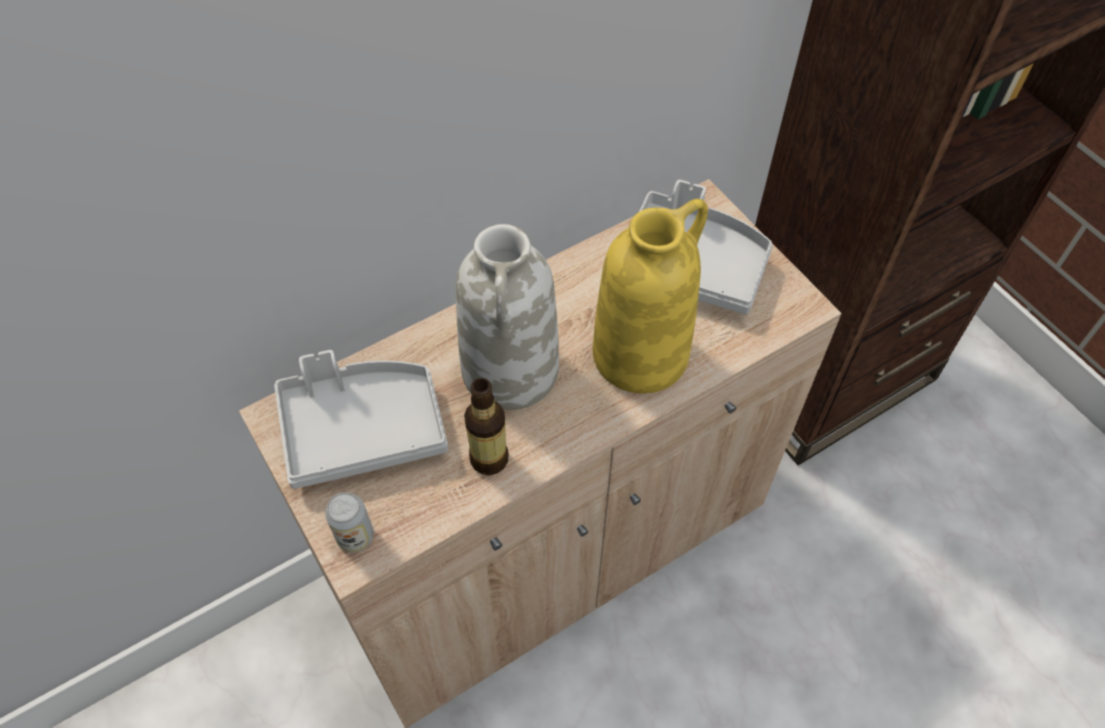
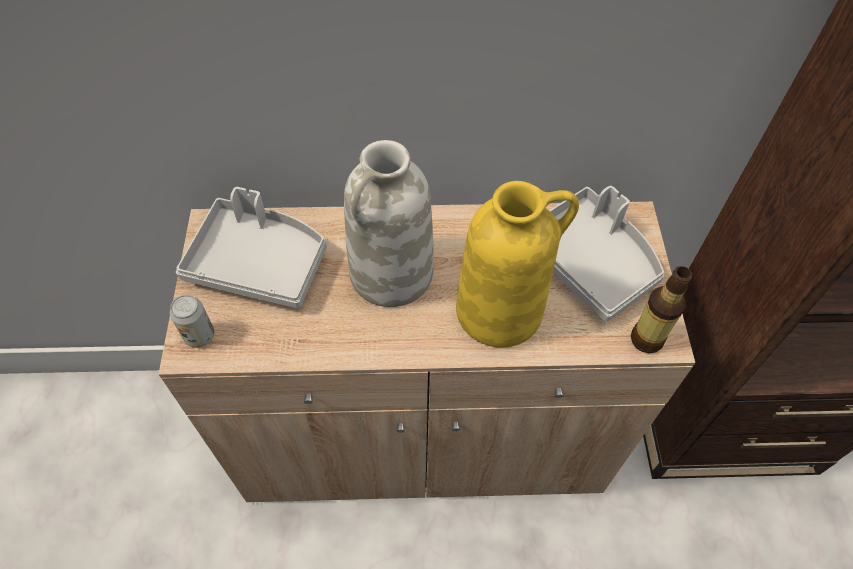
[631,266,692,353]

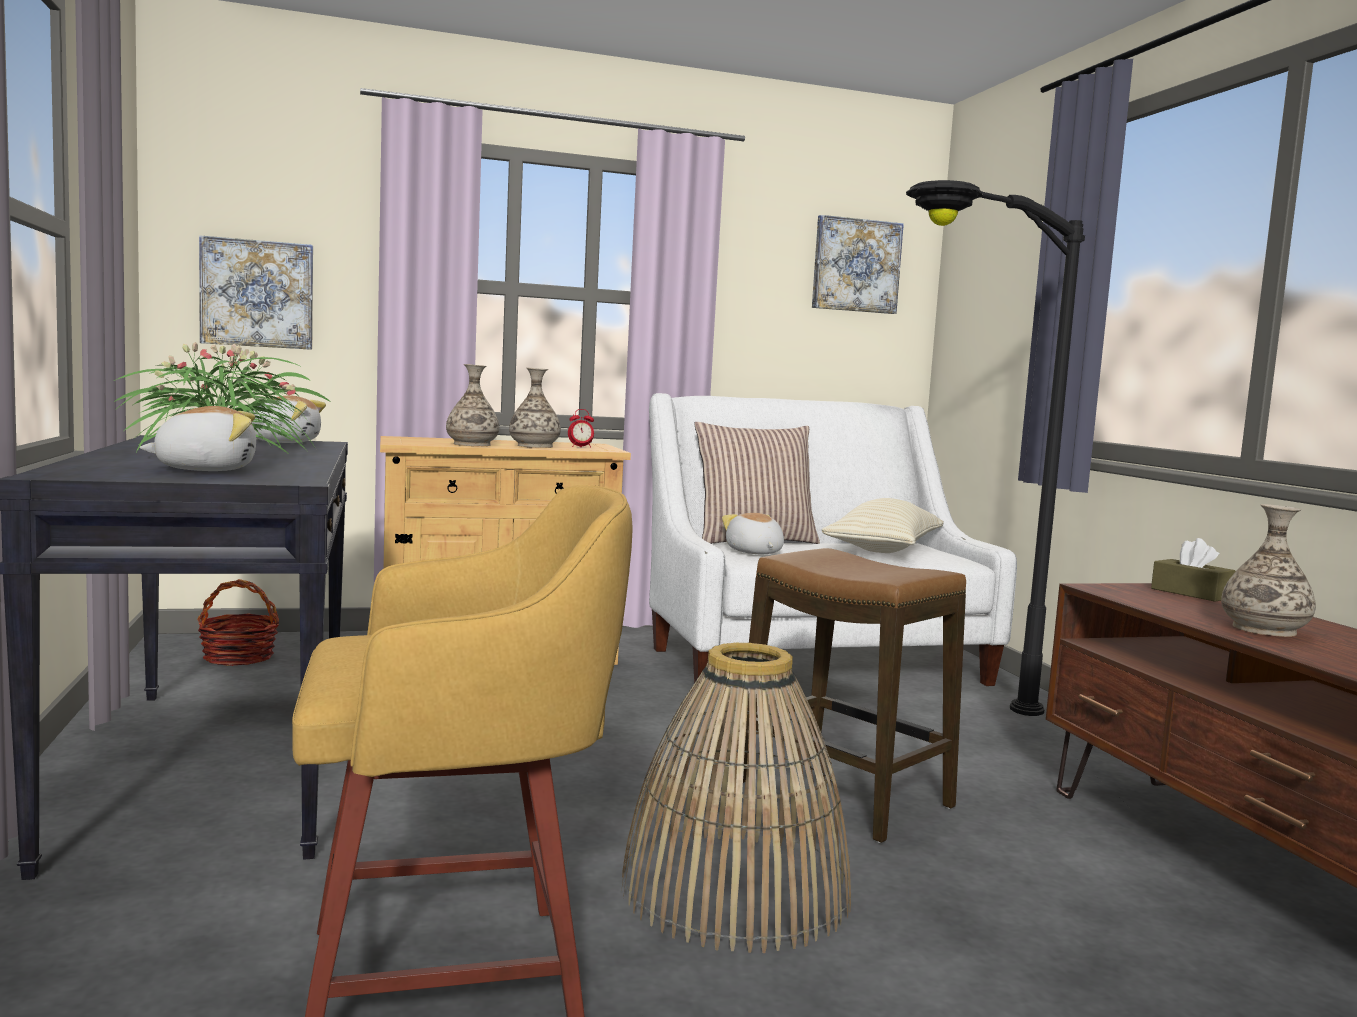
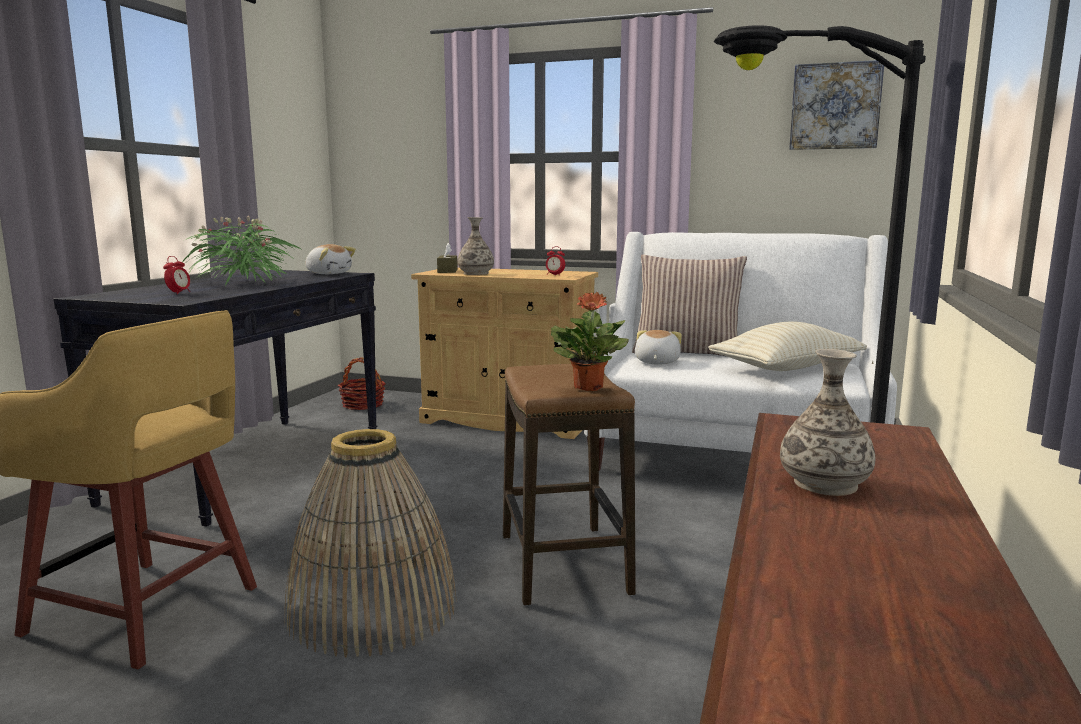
[163,256,190,294]
[199,235,313,350] (first image)
[509,368,561,448] (first image)
[437,243,458,273]
[551,292,629,391]

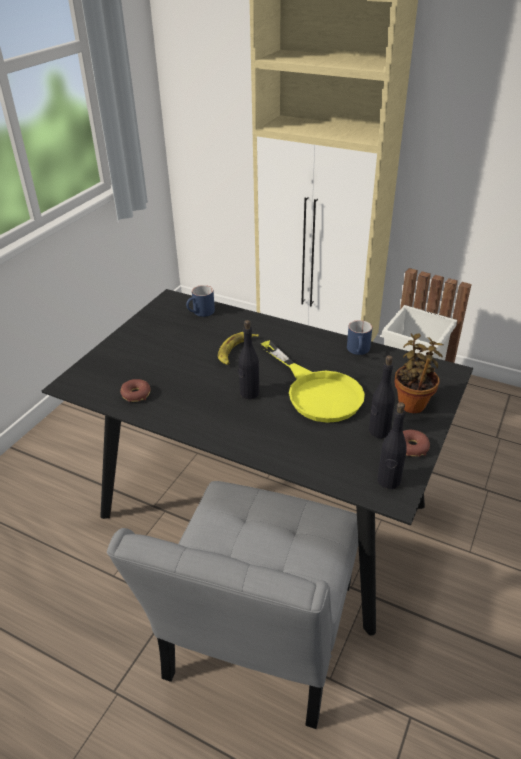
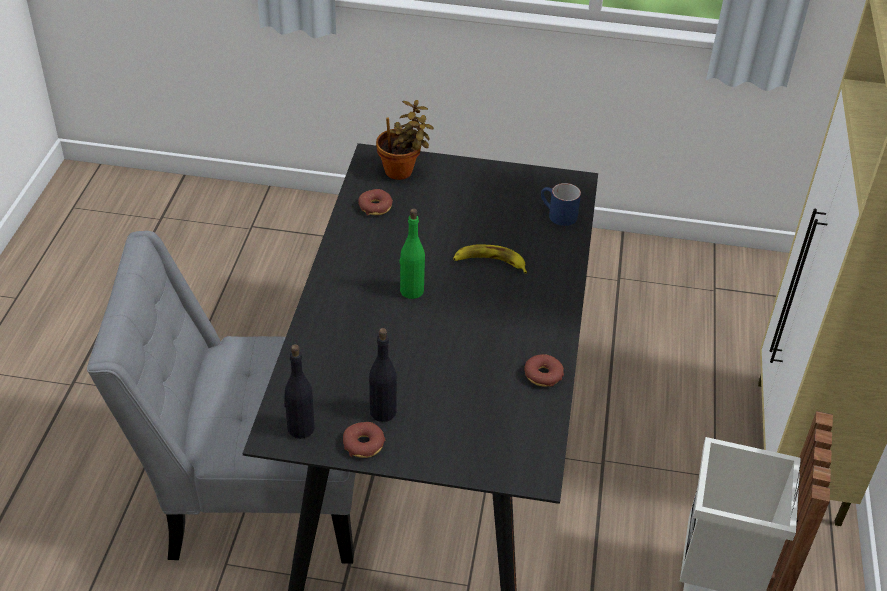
[399,209,425,299]
[261,340,365,423] (first image)
[524,354,564,387]
[376,100,434,180]

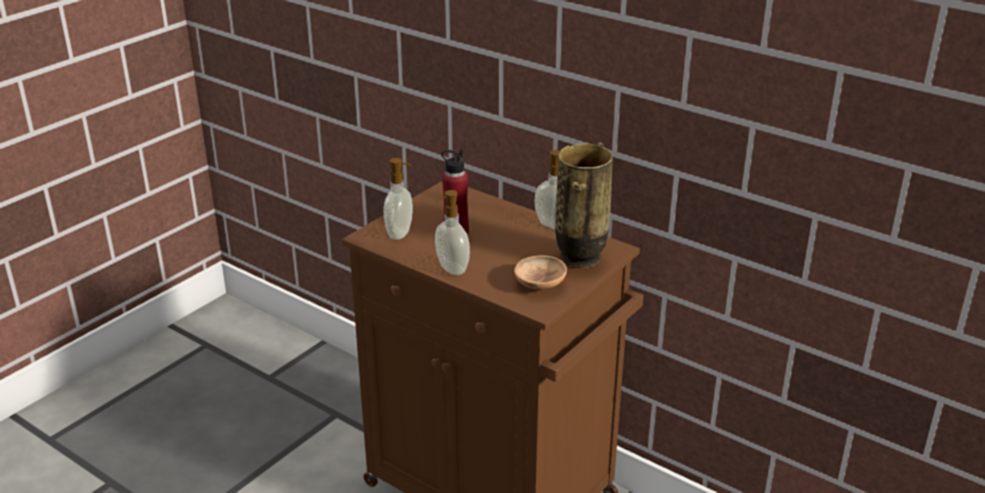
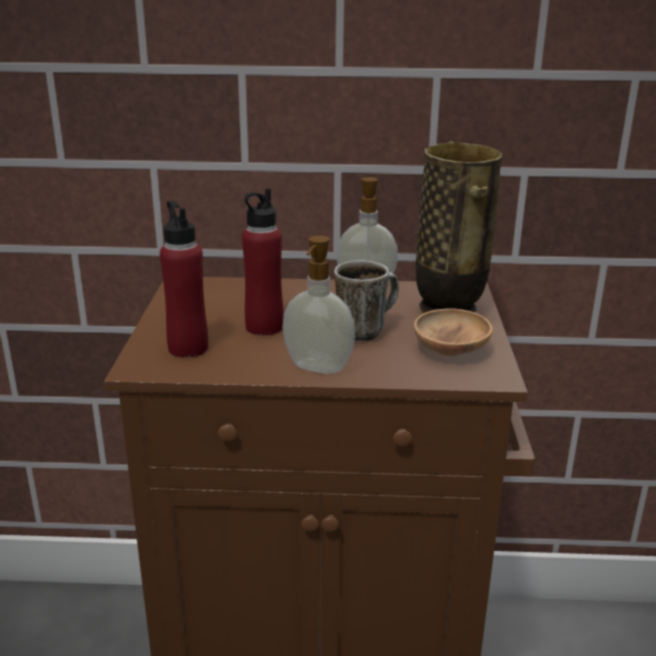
[160,200,208,358]
[334,260,399,341]

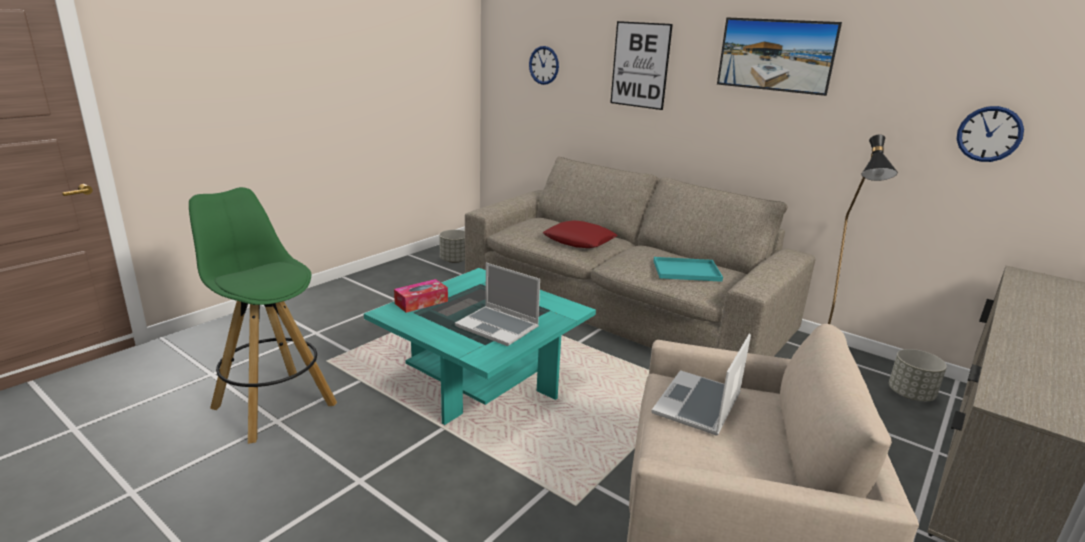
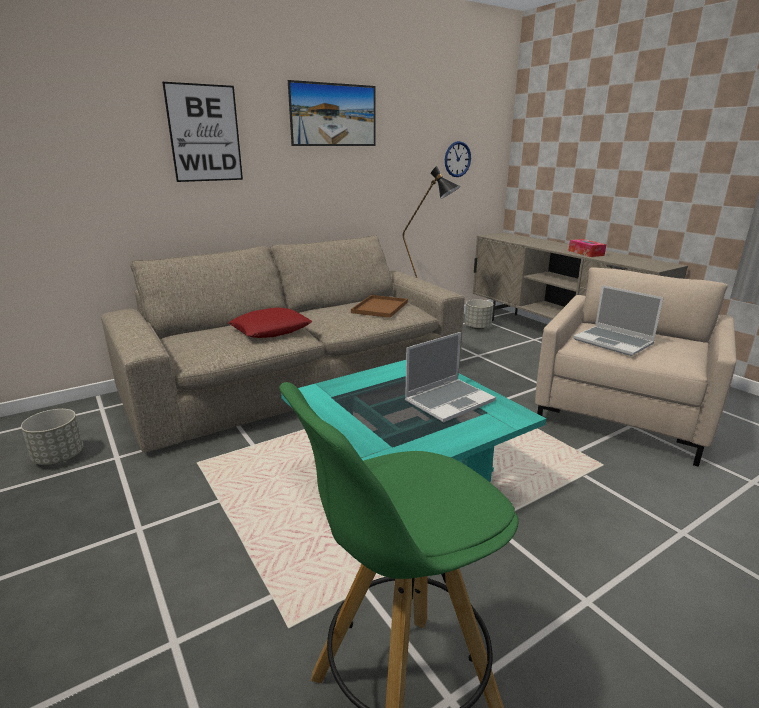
[568,239,606,257]
[529,46,559,85] (first image)
[351,295,408,318]

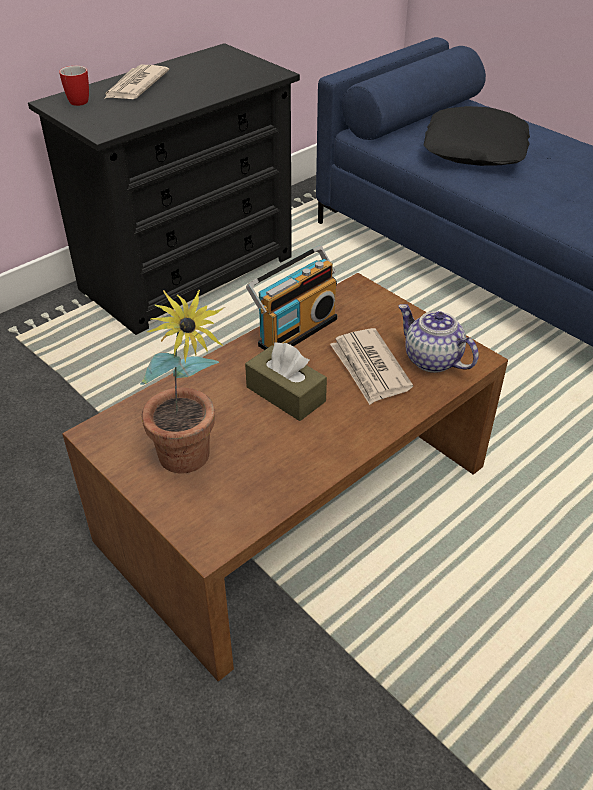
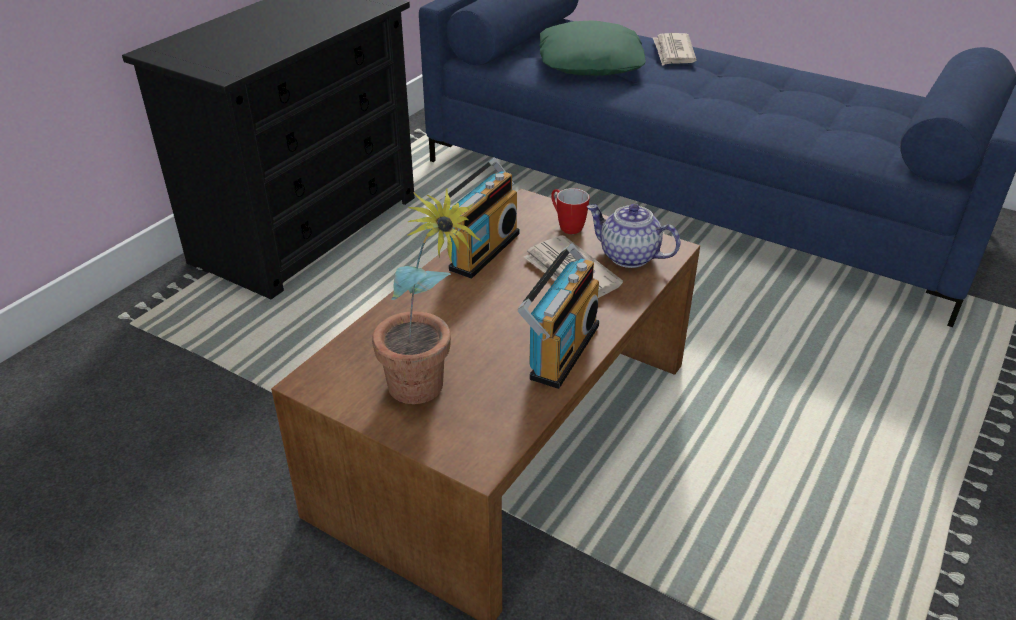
[551,188,590,234]
[653,33,696,66]
[245,343,327,421] (first image)
[539,20,646,76]
[518,243,599,389]

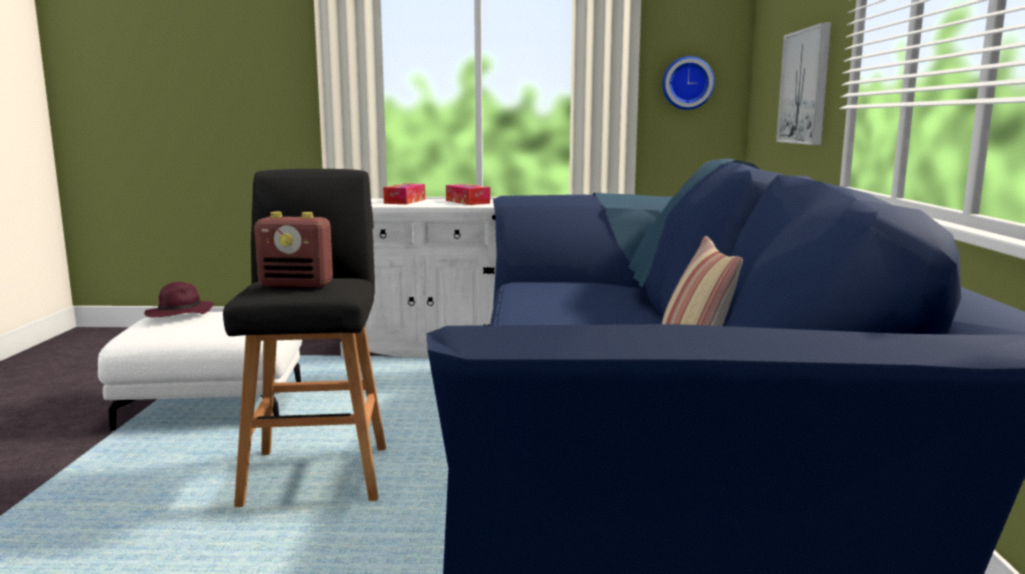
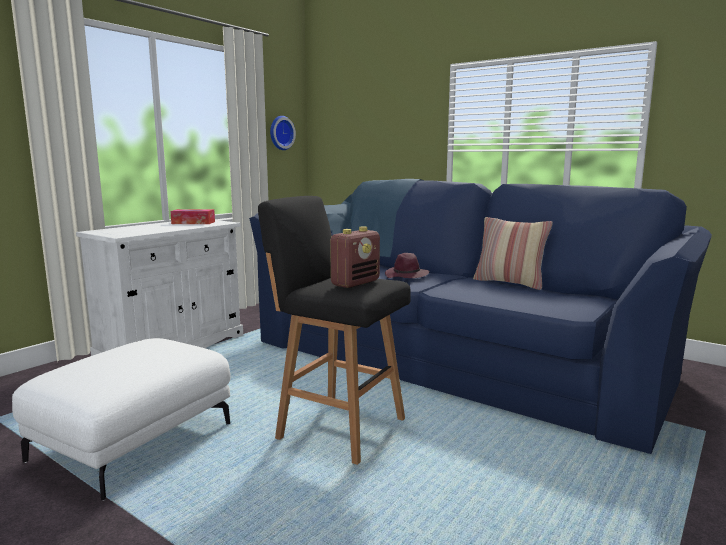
[385,253,429,278]
[383,184,425,204] (first image)
[776,23,831,145] (first image)

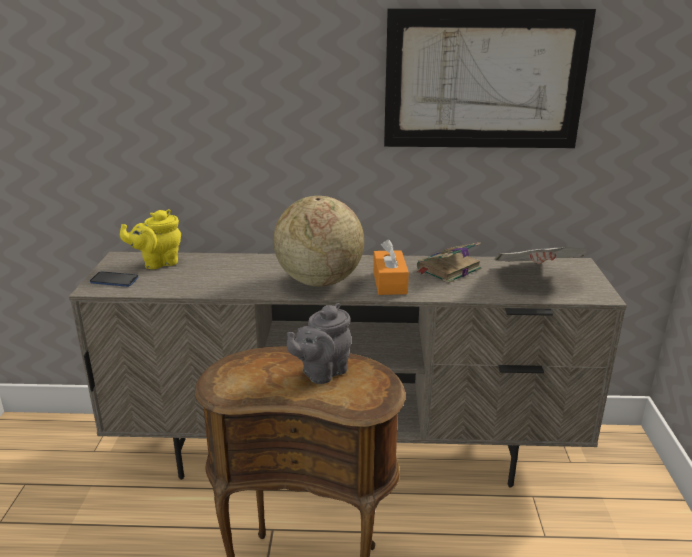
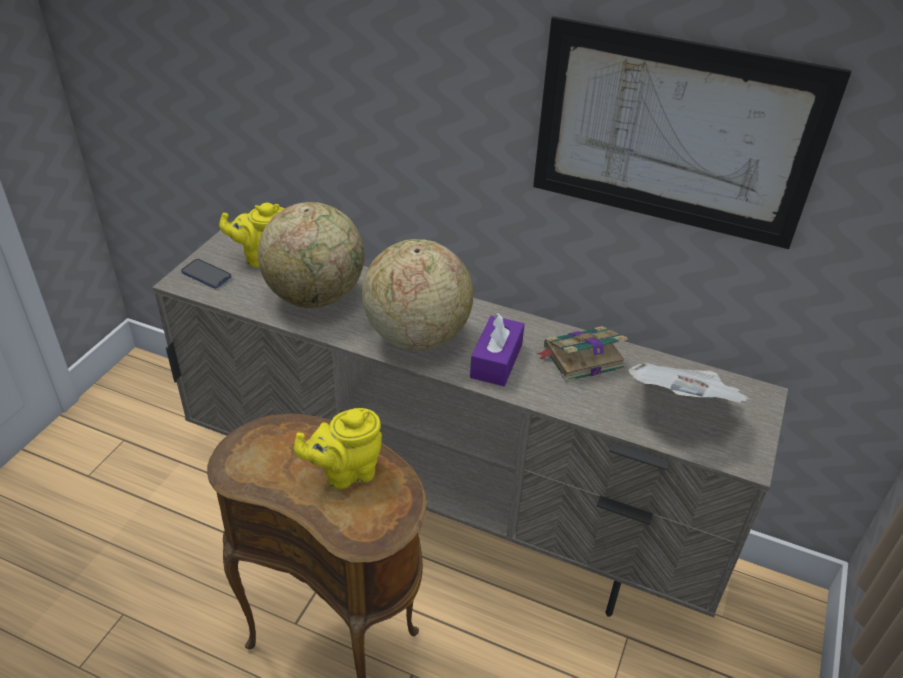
[294,408,382,489]
[470,313,524,386]
[258,202,365,308]

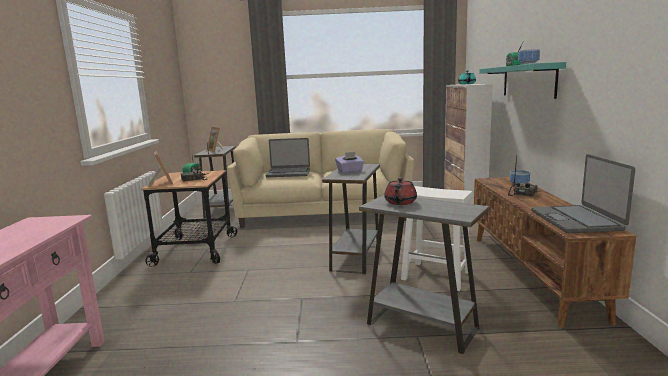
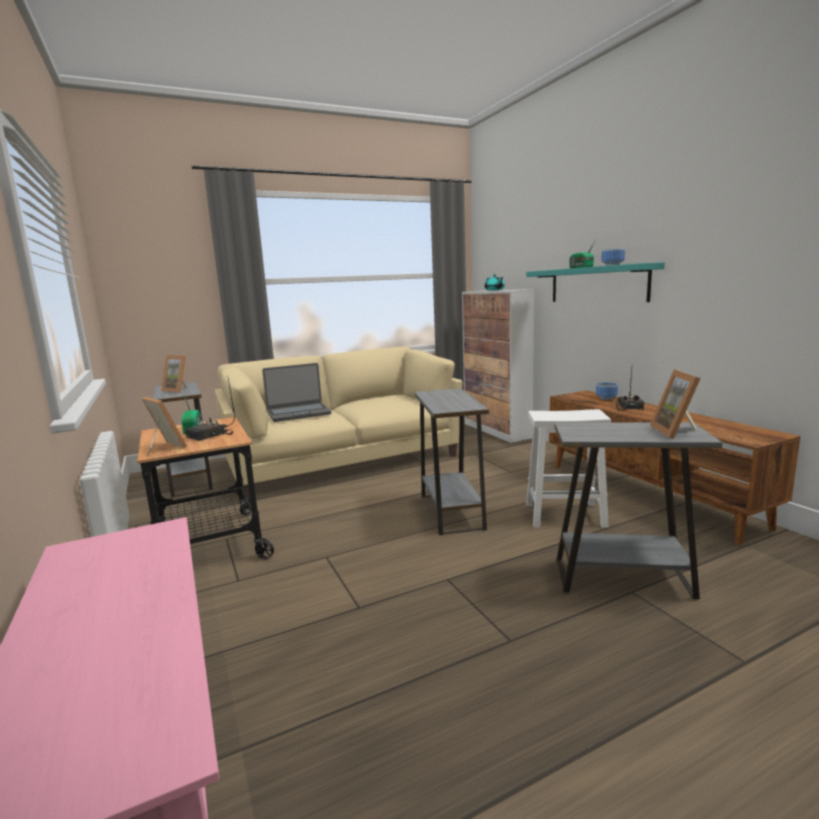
[335,152,364,173] (first image)
[384,178,417,205] (first image)
[531,154,635,233] (first image)
[650,369,701,439]

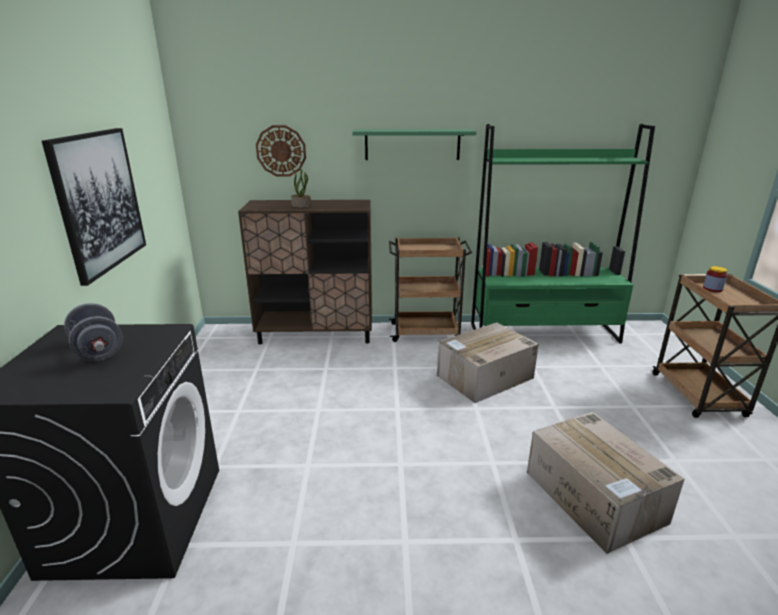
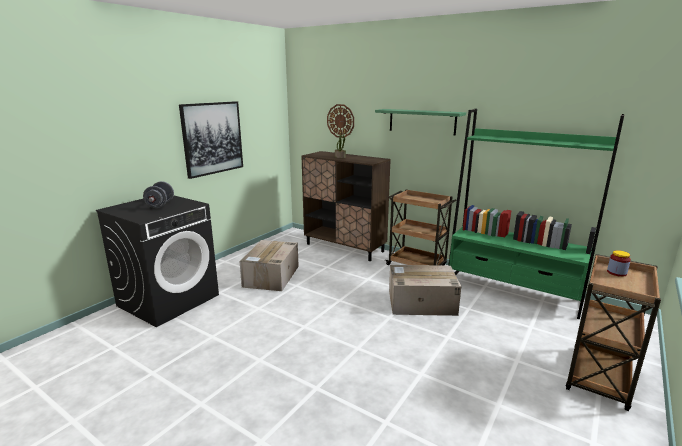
[239,240,299,291]

